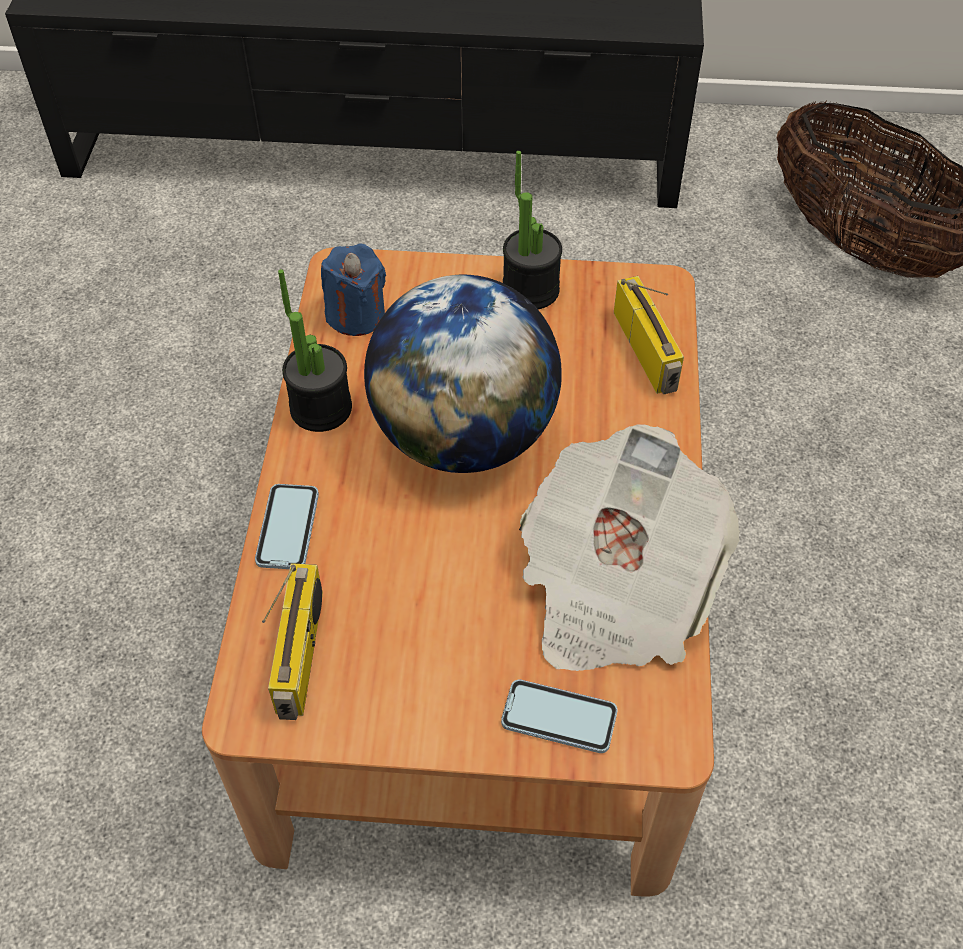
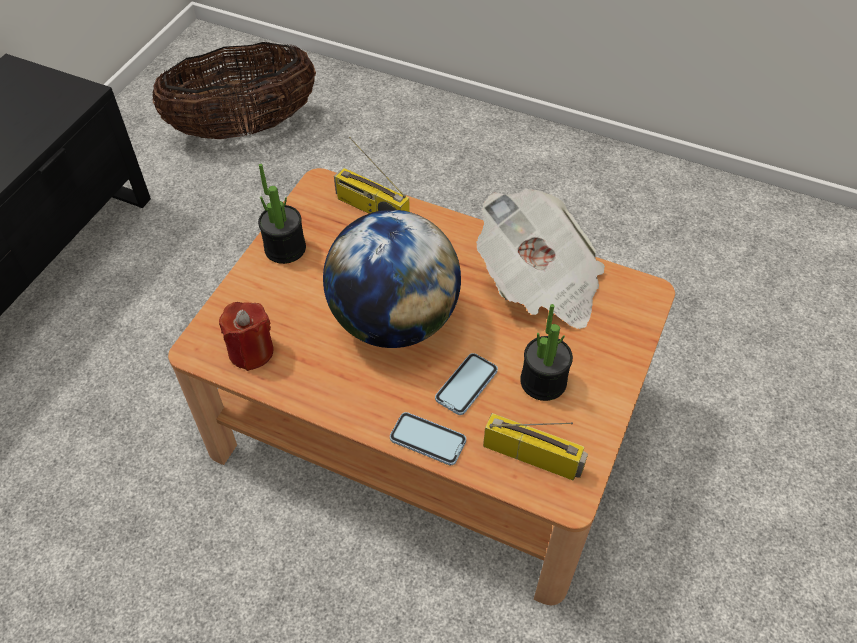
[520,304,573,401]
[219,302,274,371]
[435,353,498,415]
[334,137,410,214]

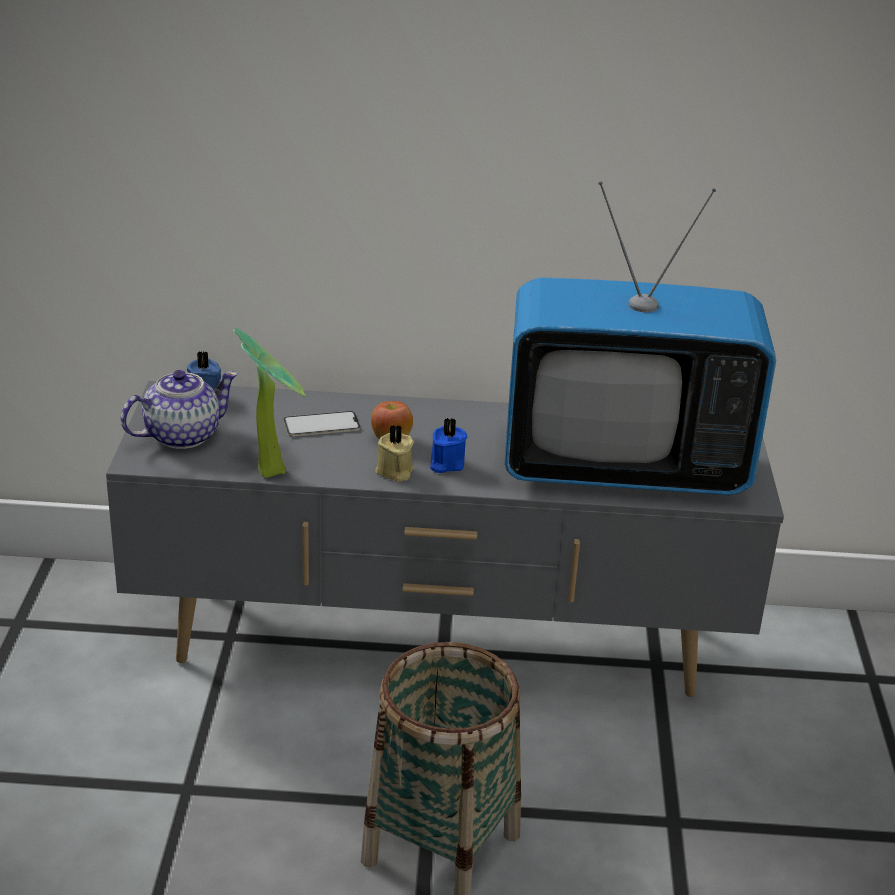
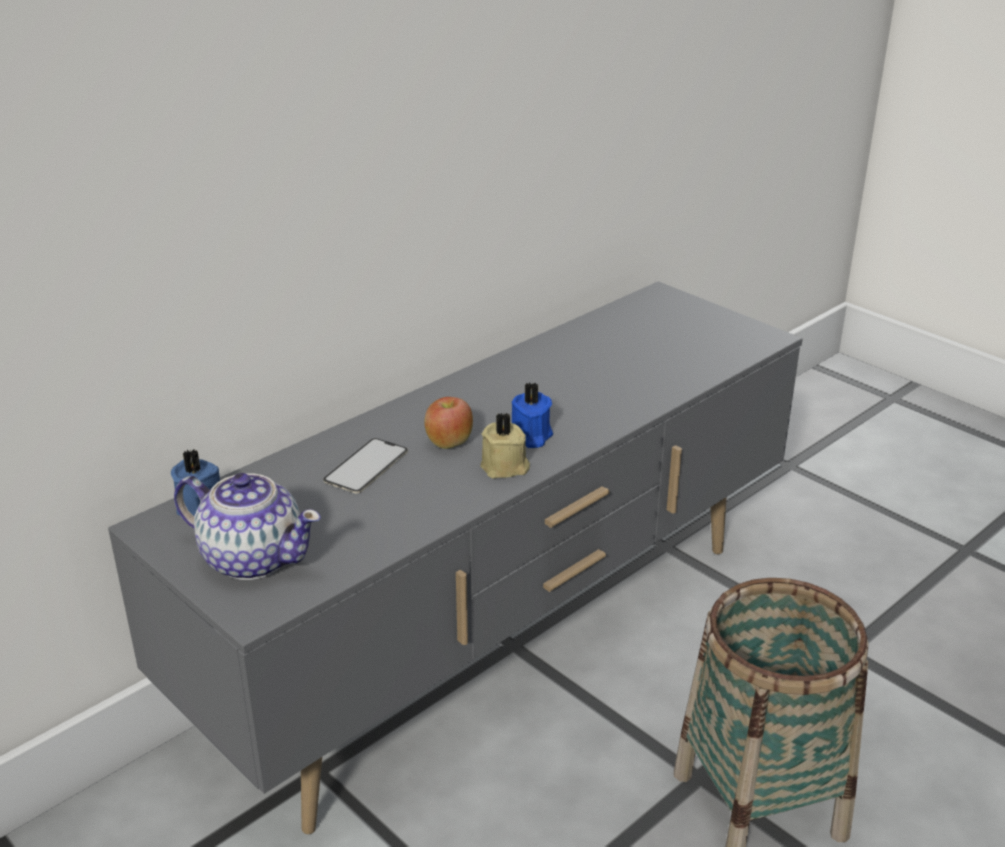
[174,473,321,580]
[233,328,306,478] (first image)
[504,181,776,495] (first image)

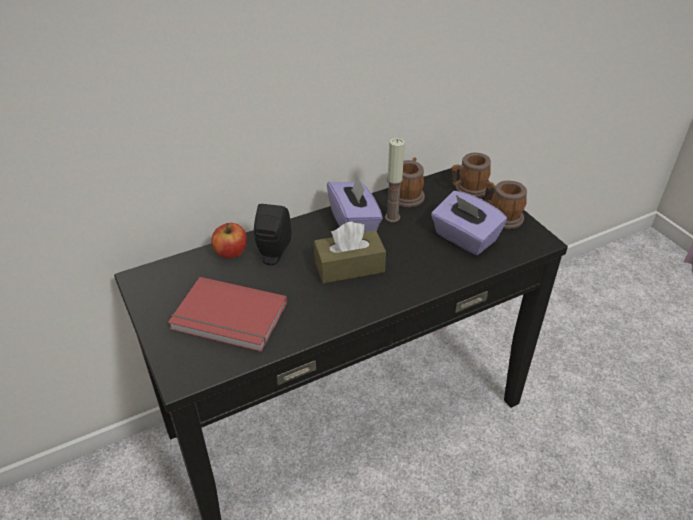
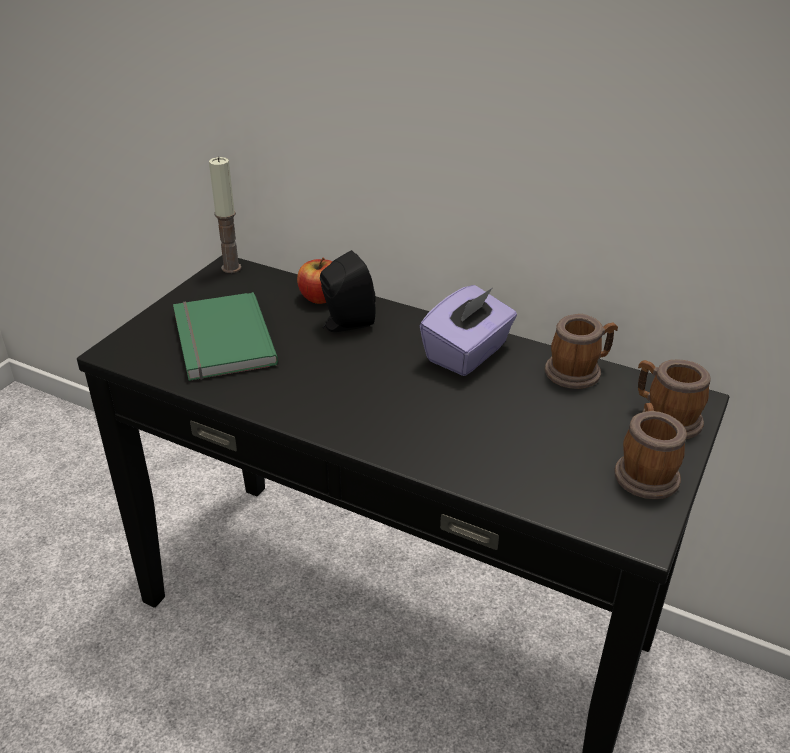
[173,292,278,381]
[314,221,386,283] (first image)
[209,157,241,273]
[431,191,507,255] (first image)

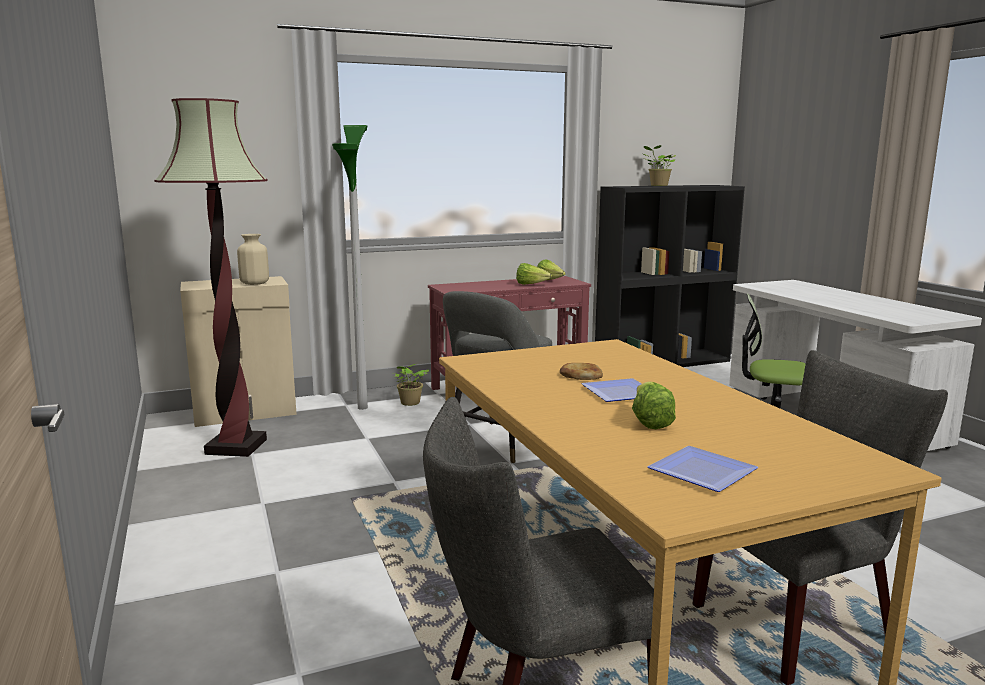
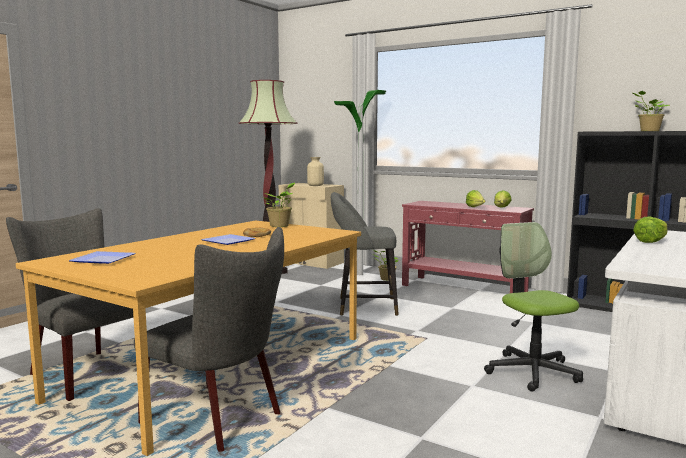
[633,216,668,243]
[263,183,295,227]

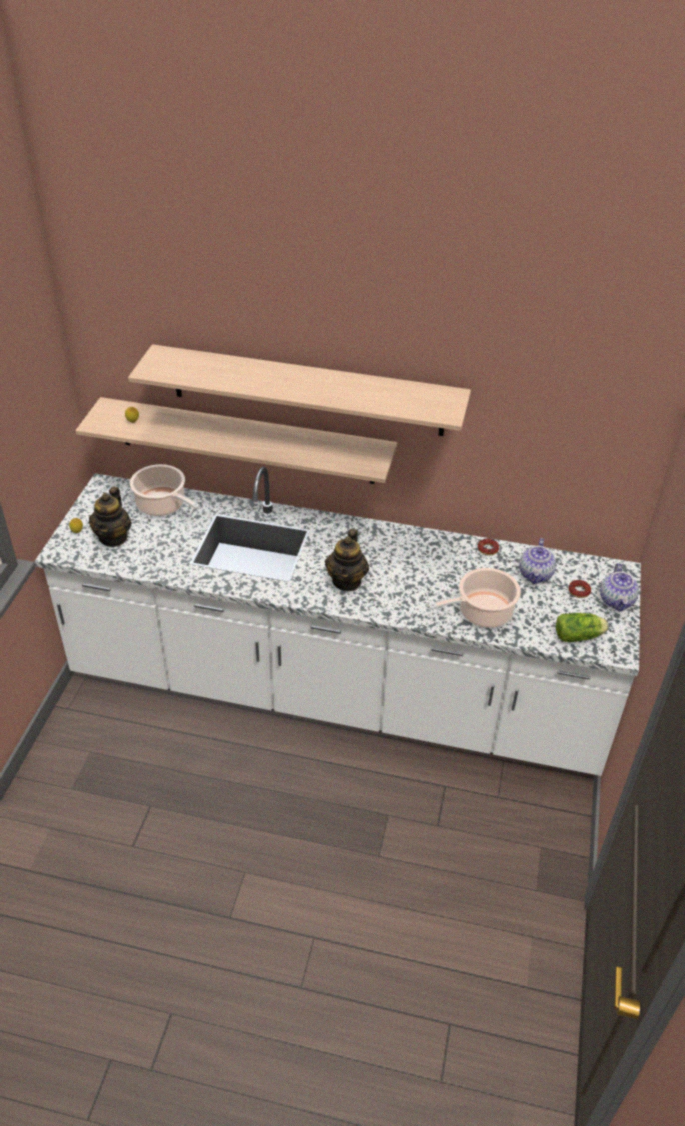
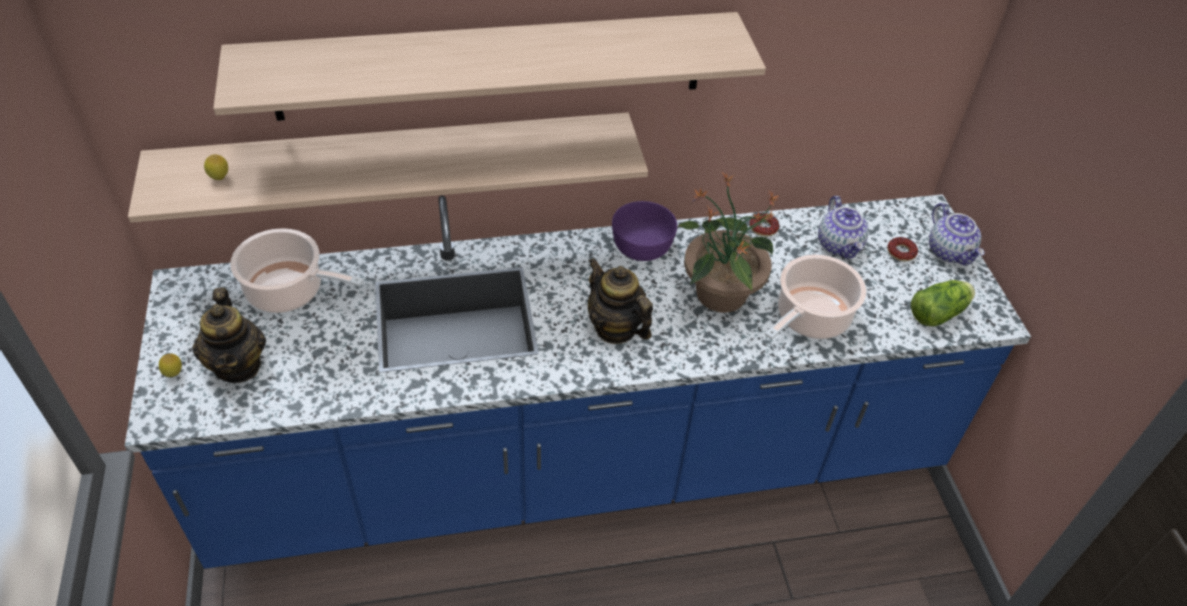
[125,194,1031,569]
[588,258,653,344]
[612,201,677,261]
[677,172,779,313]

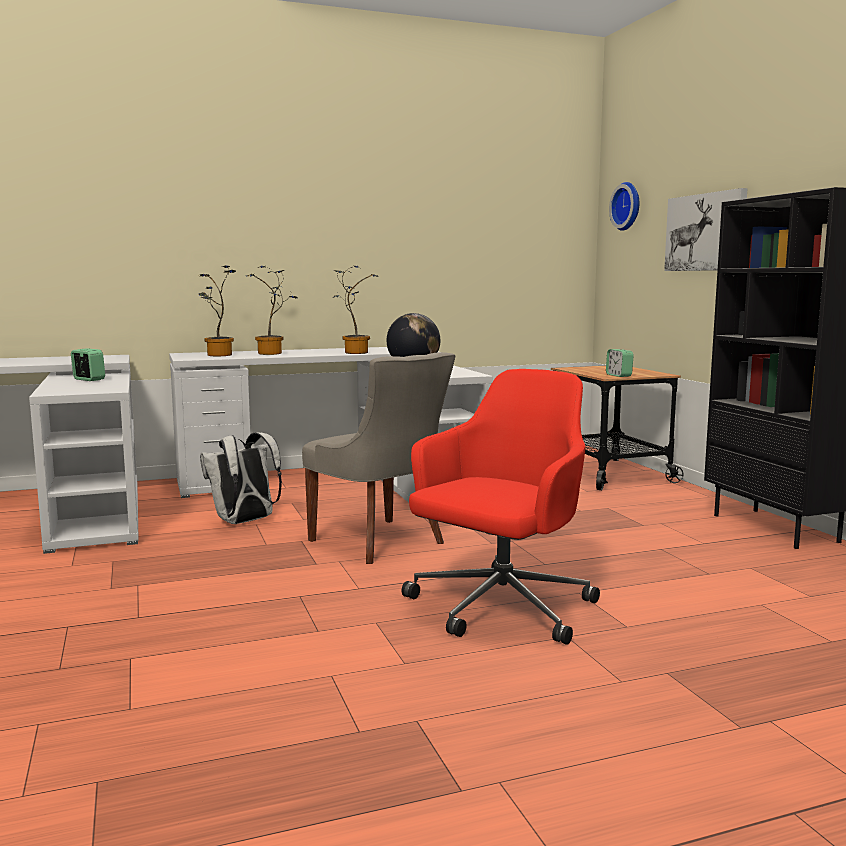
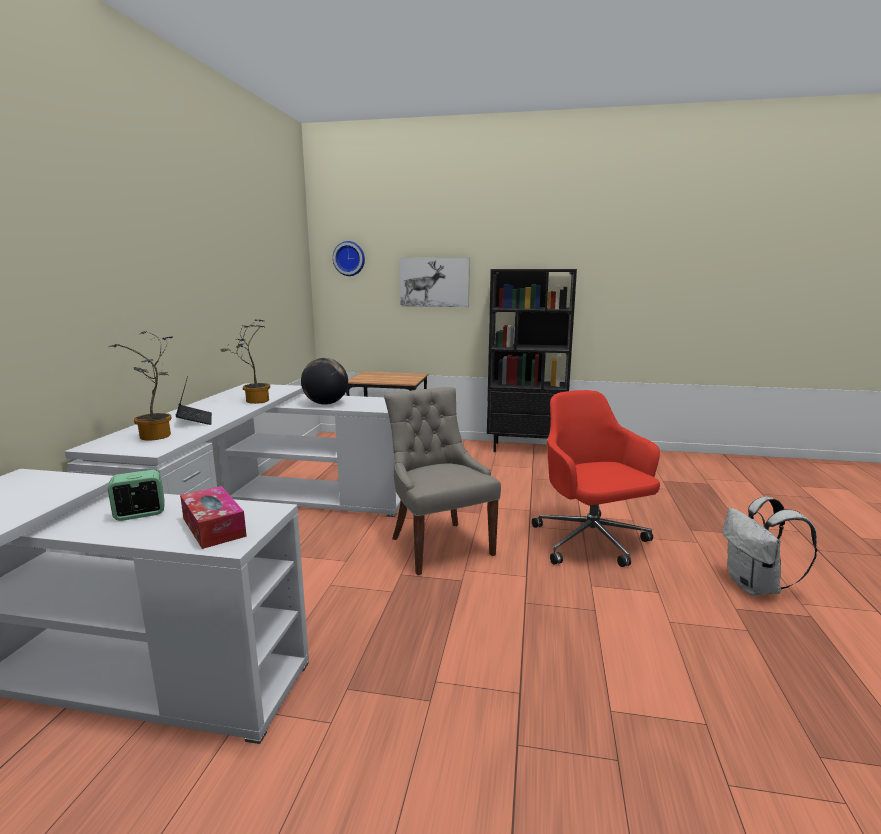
[723,497,817,596]
[176,376,212,425]
[384,387,501,575]
[606,349,634,377] (first image)
[180,486,247,549]

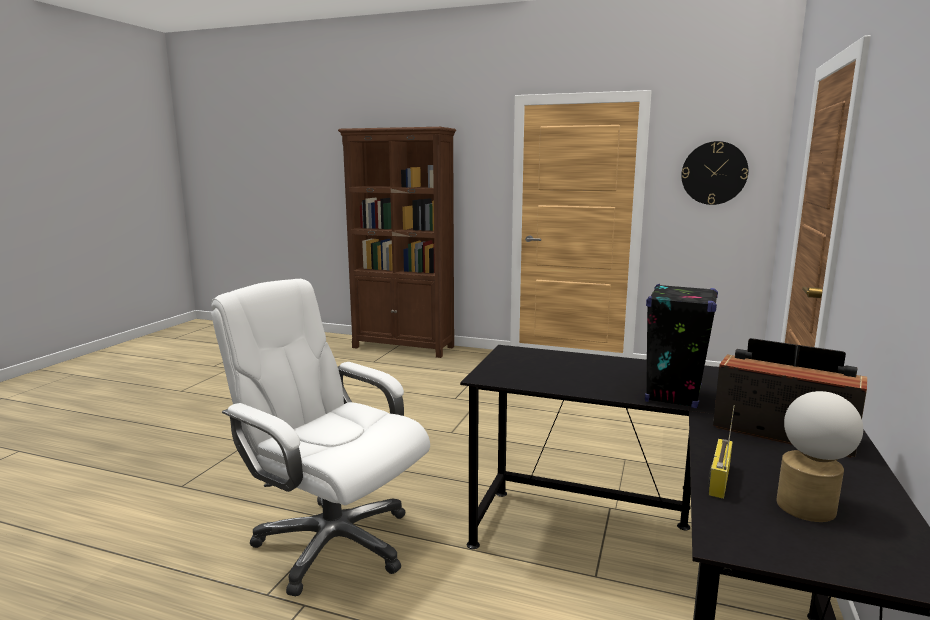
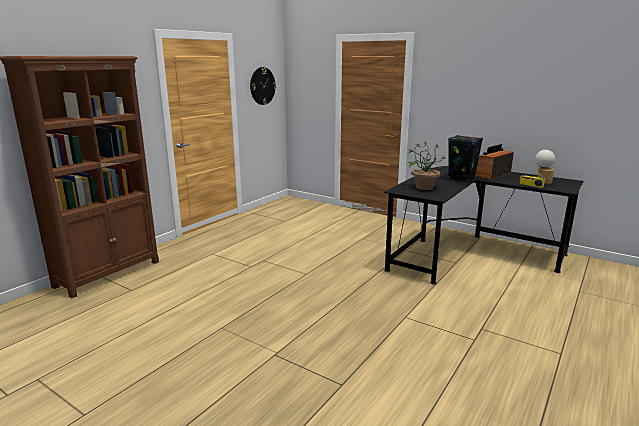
[211,279,430,596] (first image)
[408,142,446,190]

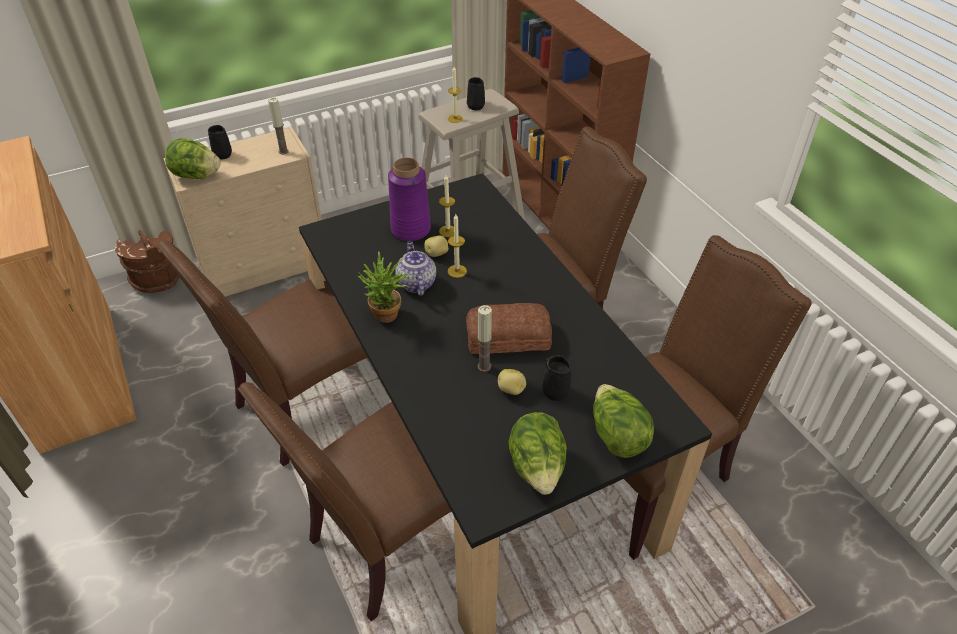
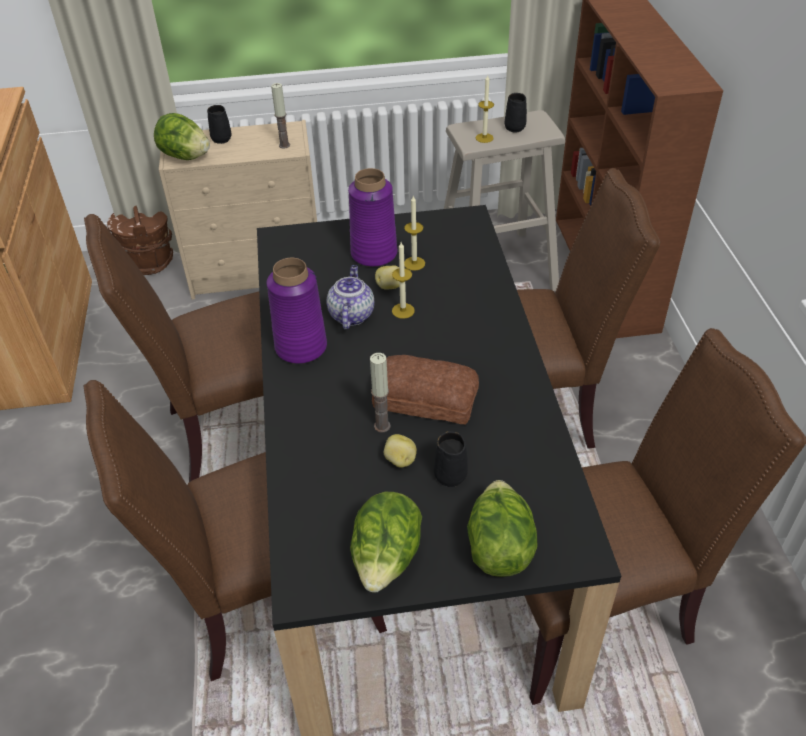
[267,258,327,364]

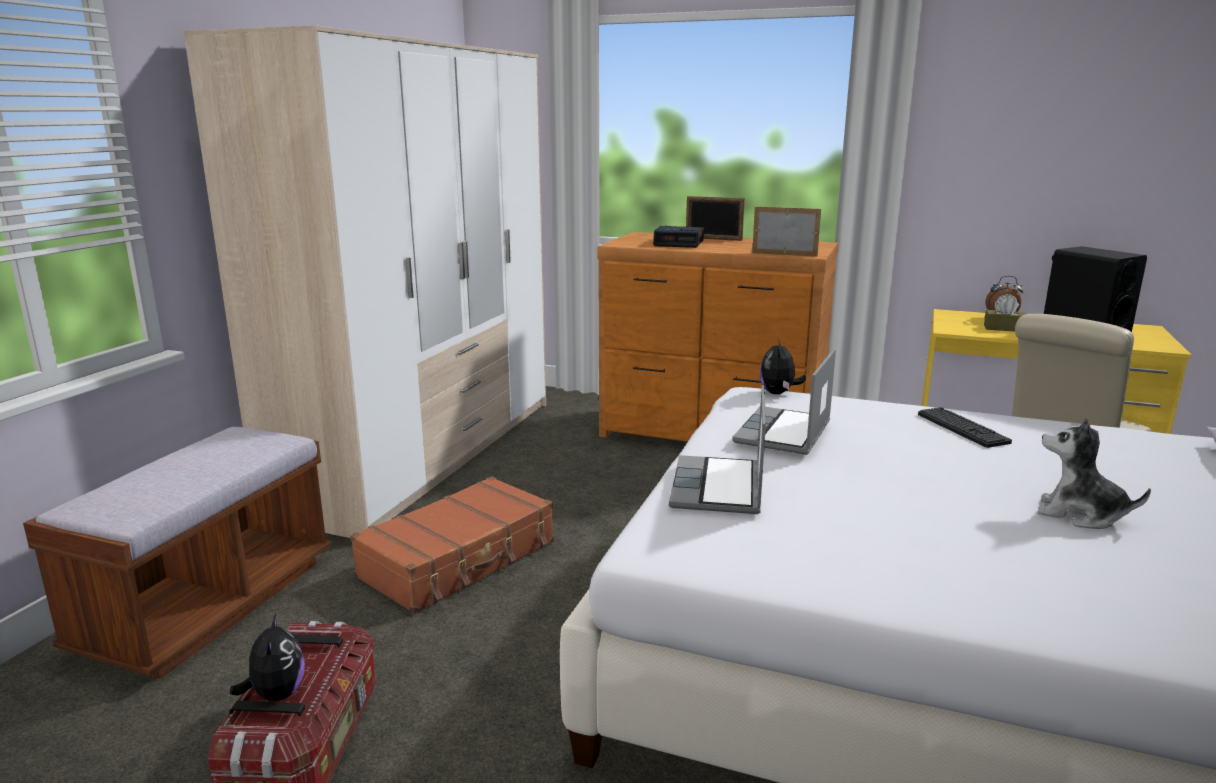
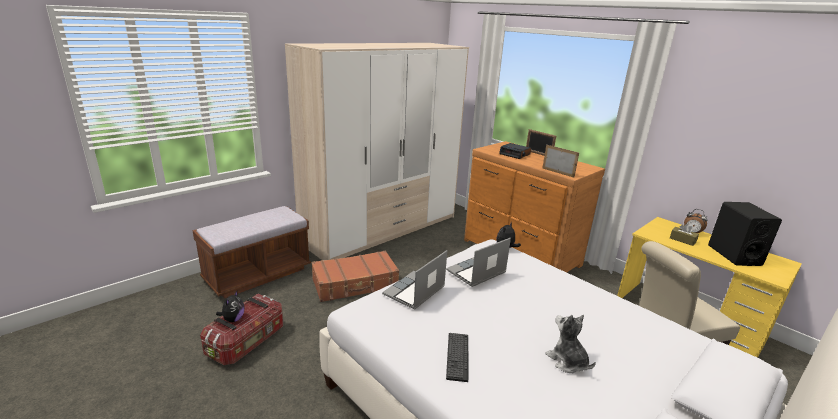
[446,333,468,382]

